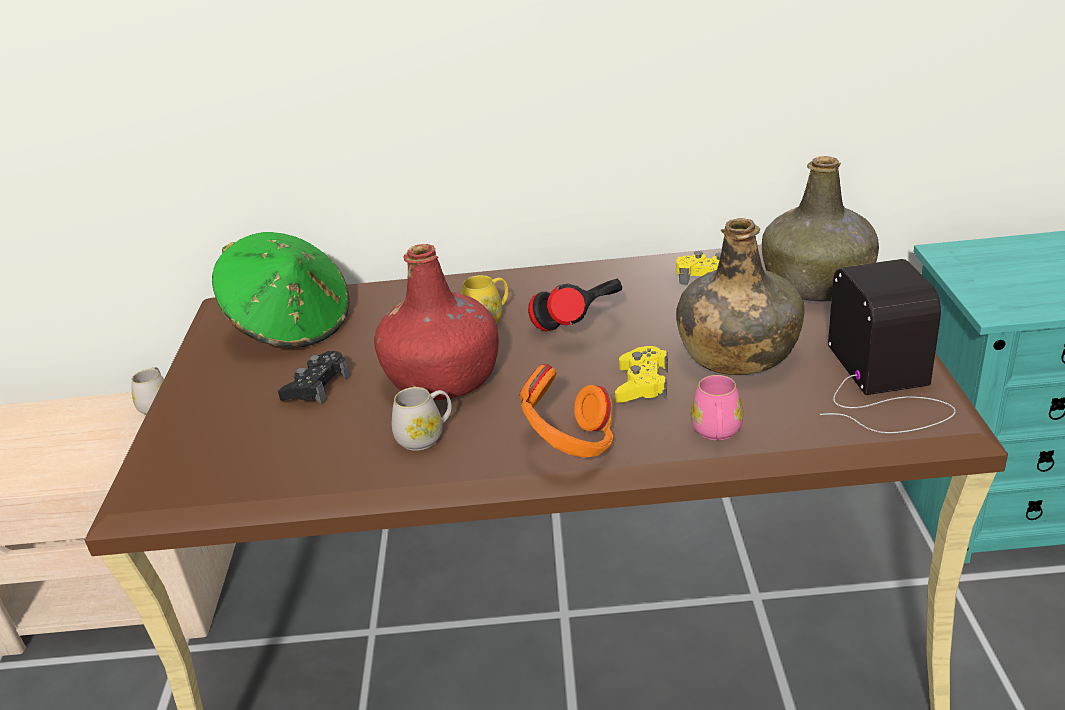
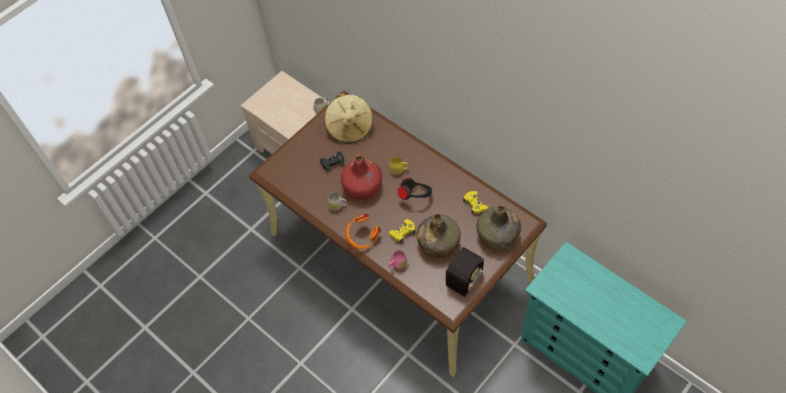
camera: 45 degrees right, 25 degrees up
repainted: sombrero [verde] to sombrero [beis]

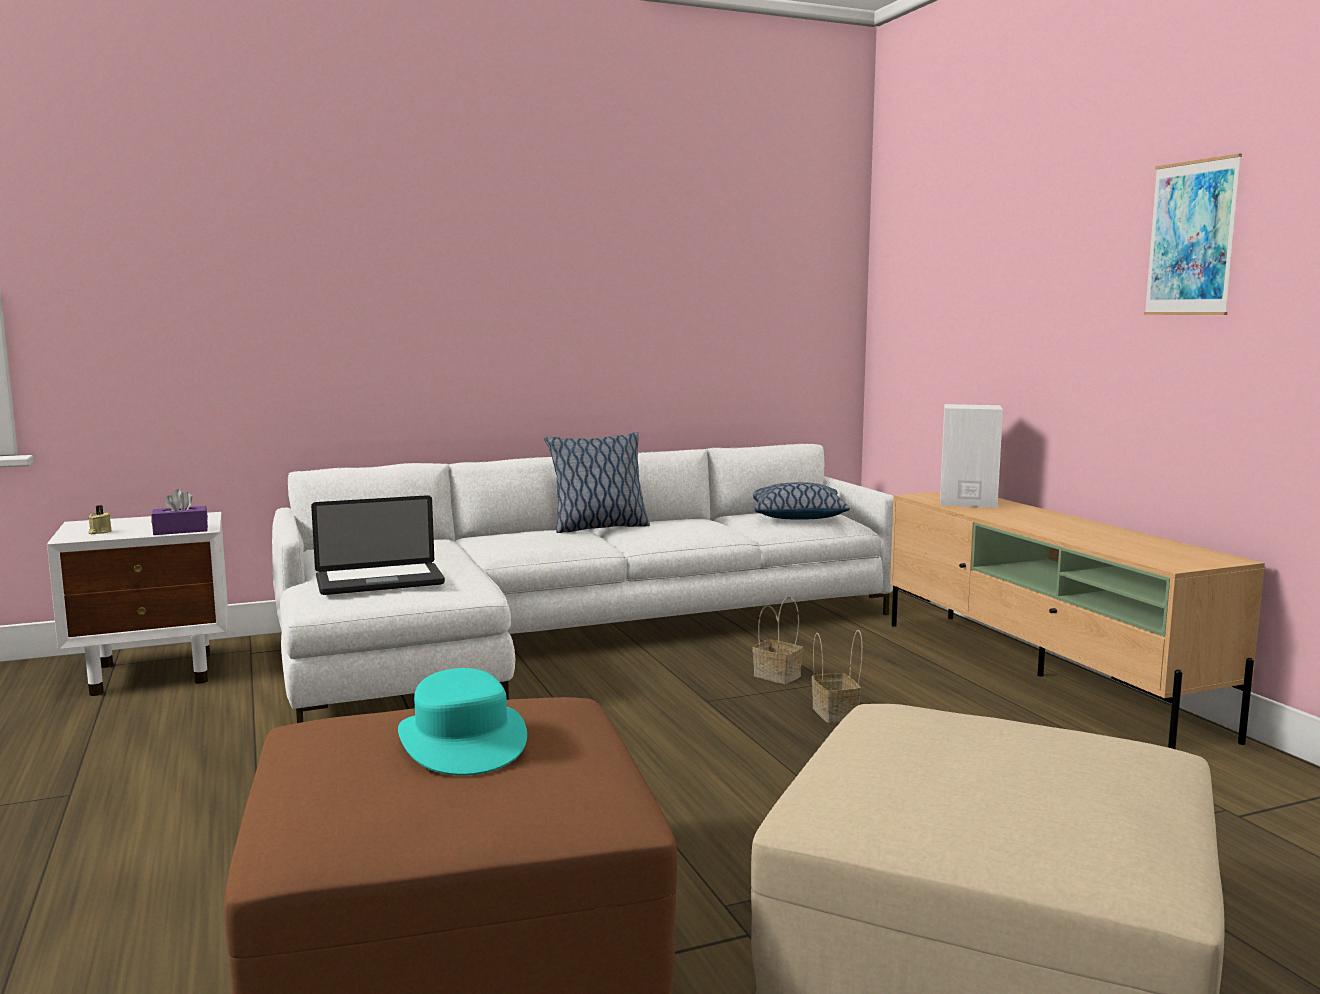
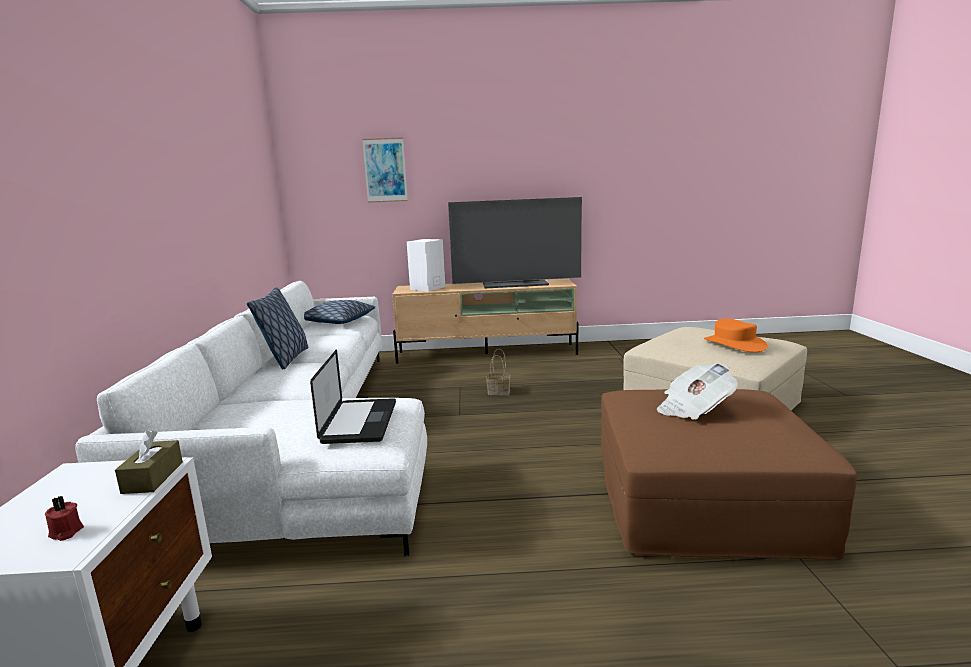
camera: 70 degrees left, 5 degrees up
gone: cesta (no. 1 from left)
new: televisor; sombrero [naranja]
shifted: cuadro
swapped: sombrero [turquesa] to periódico
repainted: vela [beis] to vela [rojo]; caja de pañuelos [morado] to caja de pañuelos [marrón]

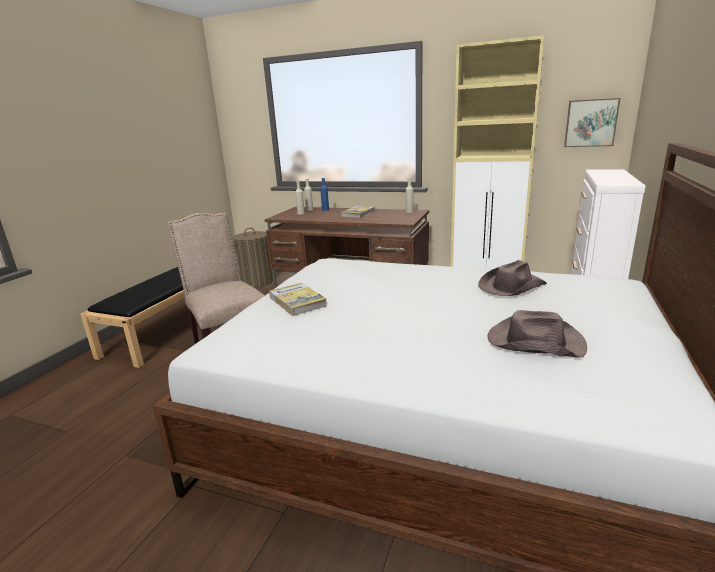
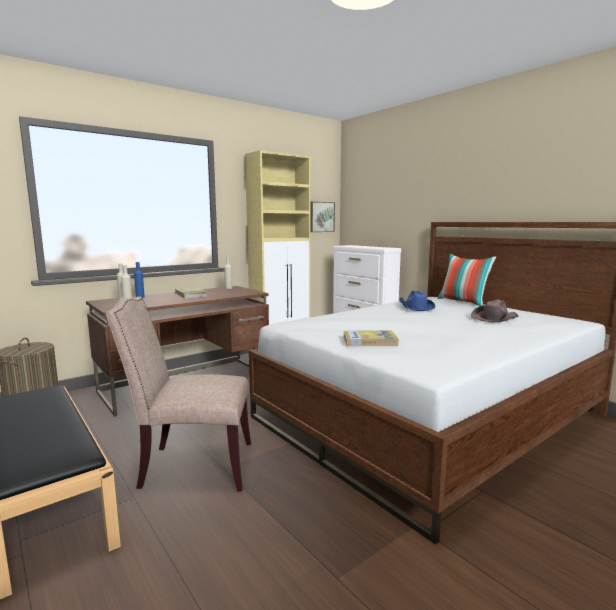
camera: 60 degrees left, 10 degrees down
new: cojín
repainted: sombrero [marrón] (no. 1 from left) to sombrero [azul]

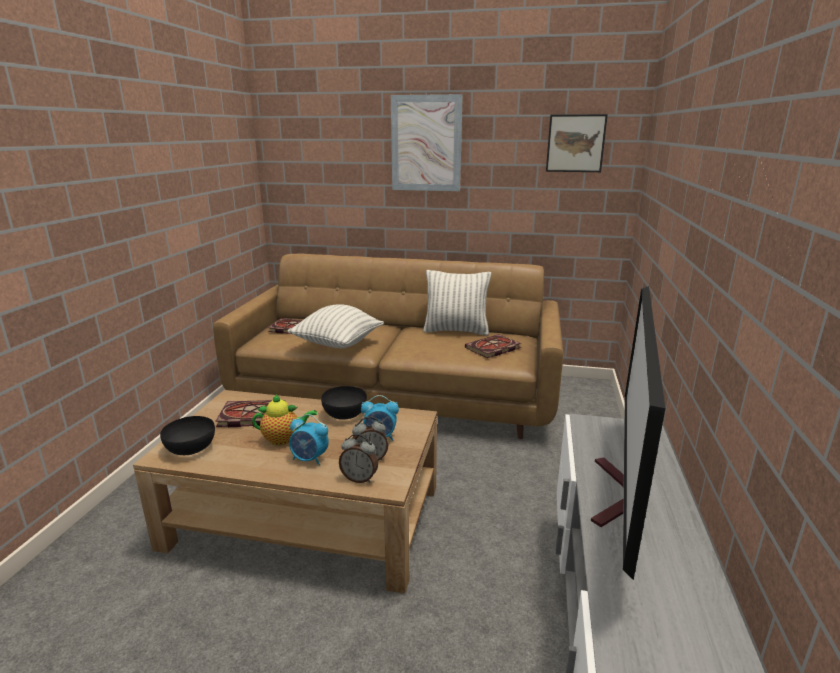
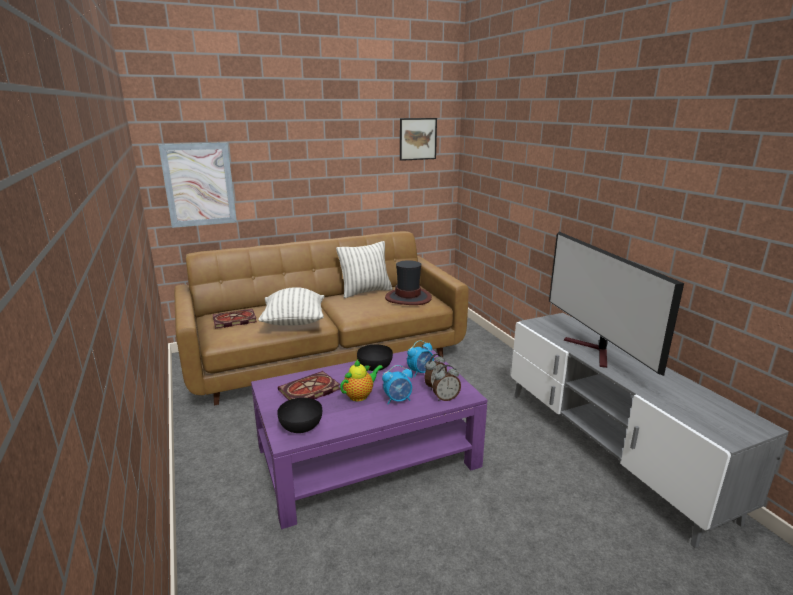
camera: 35 degrees left, 0 degrees up
shifted: cuadro (no. 1 from left)
swapped: libro (no. 3 from left) to sombrero
repainted: mesa de centro [marrón] to mesa de centro [morado]

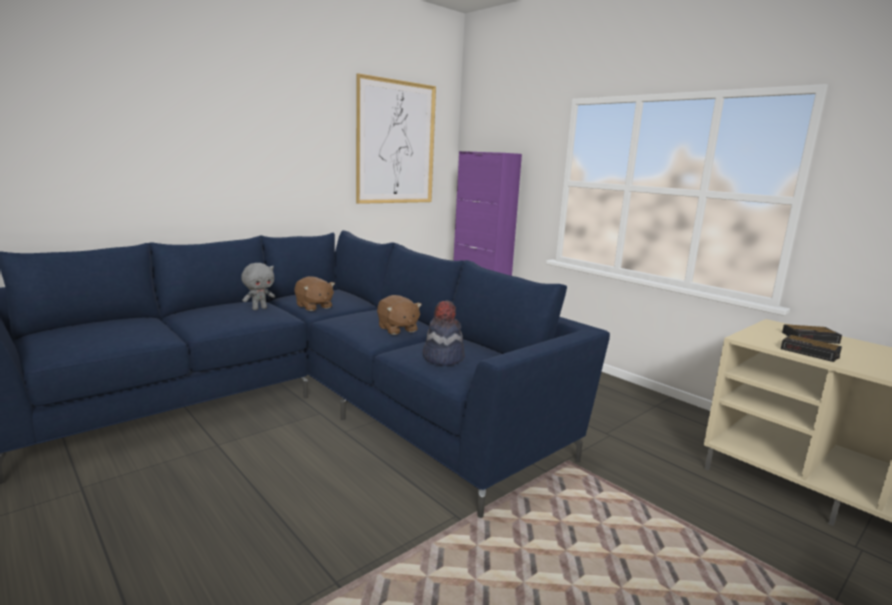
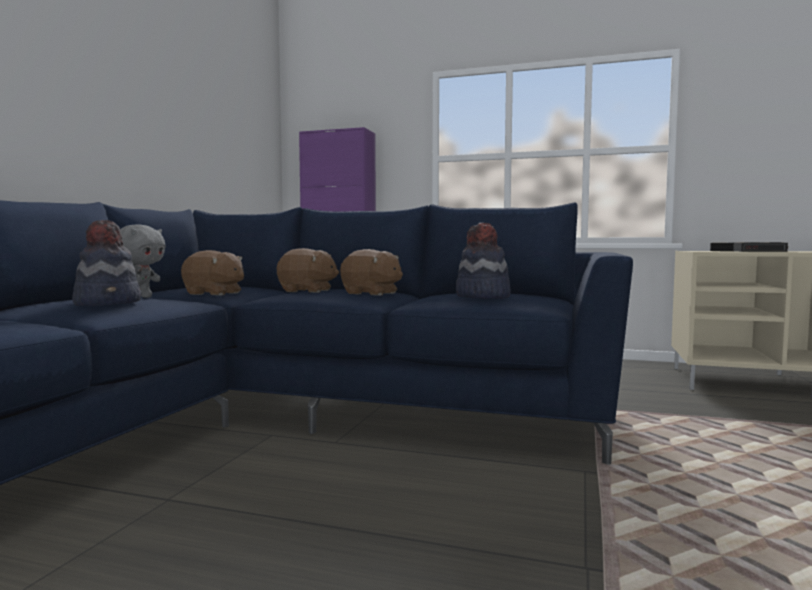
camera: 30 degrees left, 10 degrees down
gone: cuadro
new: sombrero (no. 1 from left); peluche [marrón] (no. 2 from left)

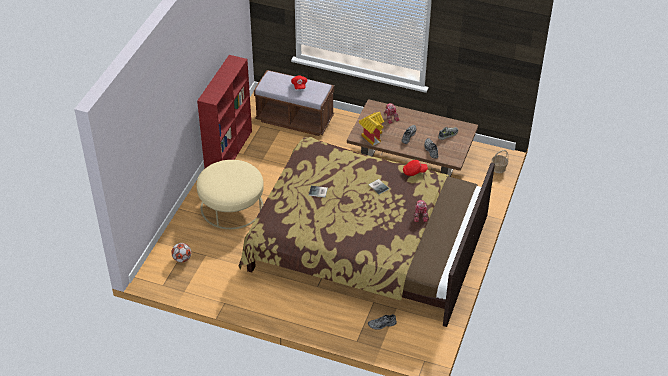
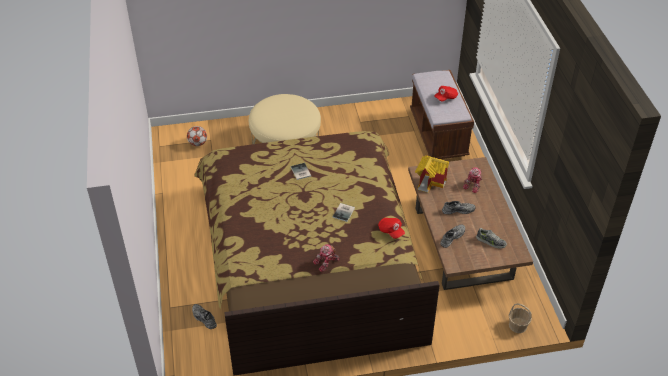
camera: 60 degrees right, 0 degrees up
gone: estantería [rojo]

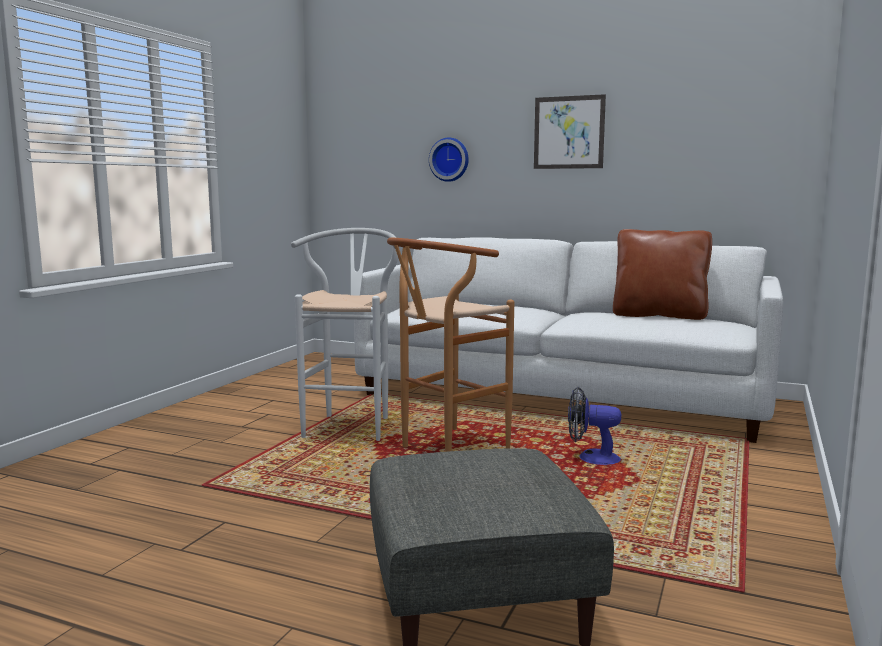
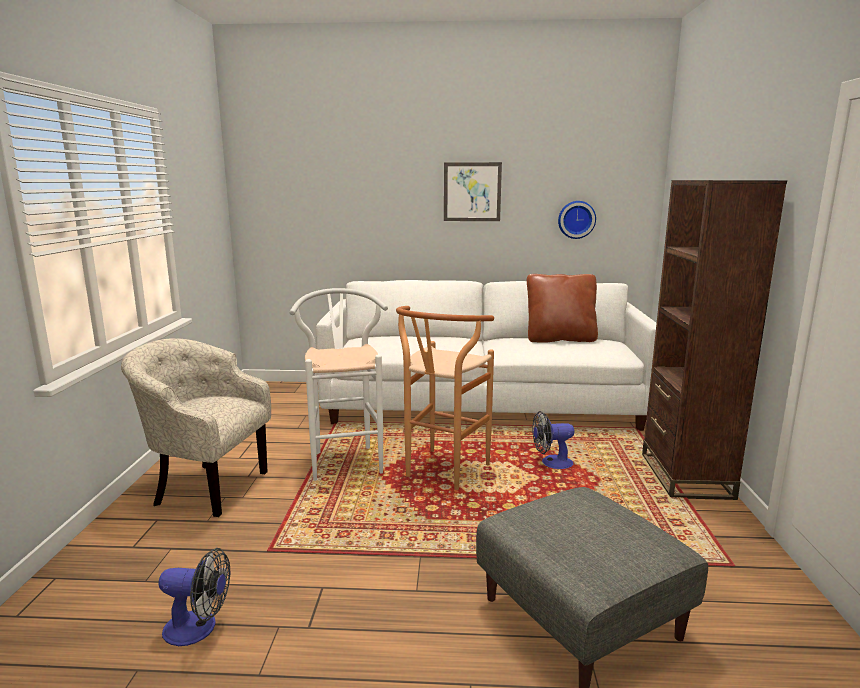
camera: 20 degrees left, 5 degrees up
new: sillón [beis]; ventilador (no. 1 from left); estantería [marrón]
shifted: reloj de pared

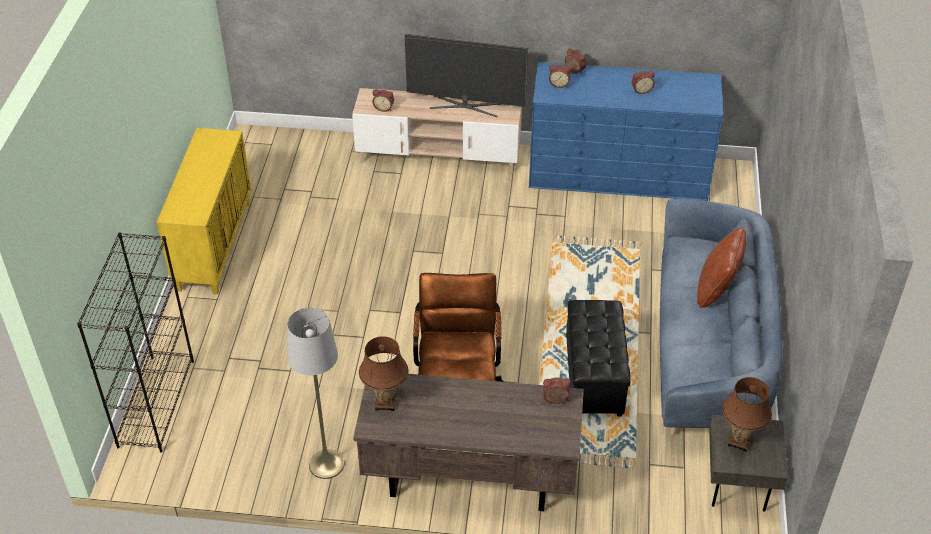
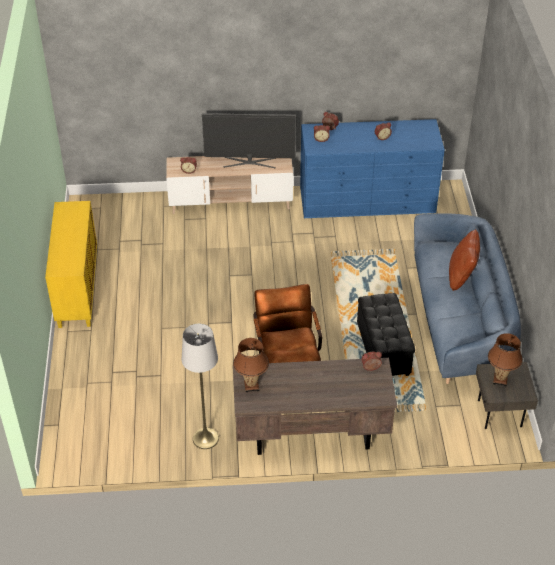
camera: 10 degrees left, 0 degrees up
gone: estantería [negro]

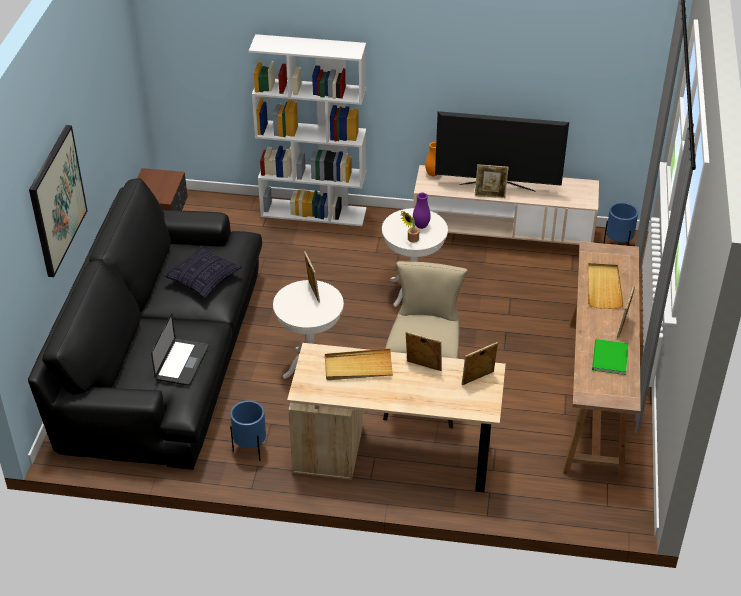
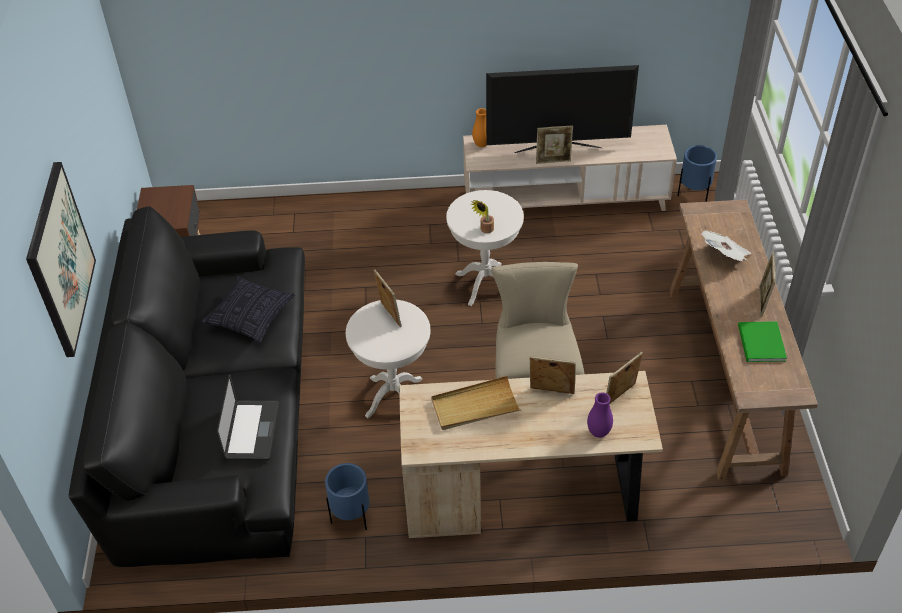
camera: 10 degrees left, 5 degrees up
gone: estantería [blanco]
shifted: florero [morado]
swapped: bandeja [beis] (no. 2 from left) to periódico

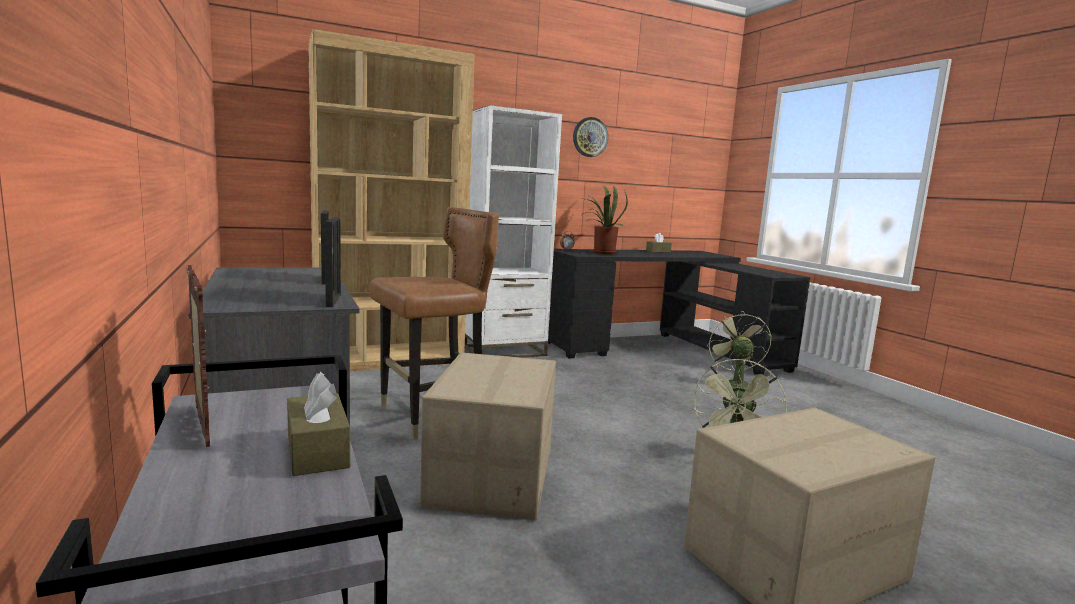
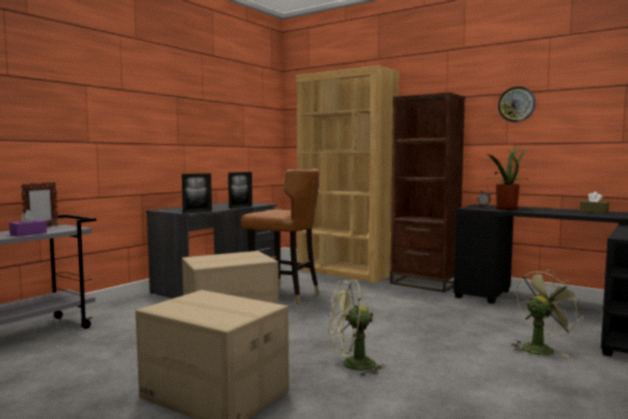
camera: 60 degrees right, 5 degrees down
repainted: caja de pañuelos [marrón] (no. 1 from left) to caja de pañuelos [morado]; estantería [blanco] to estantería [marrón] (no. 2 from left)

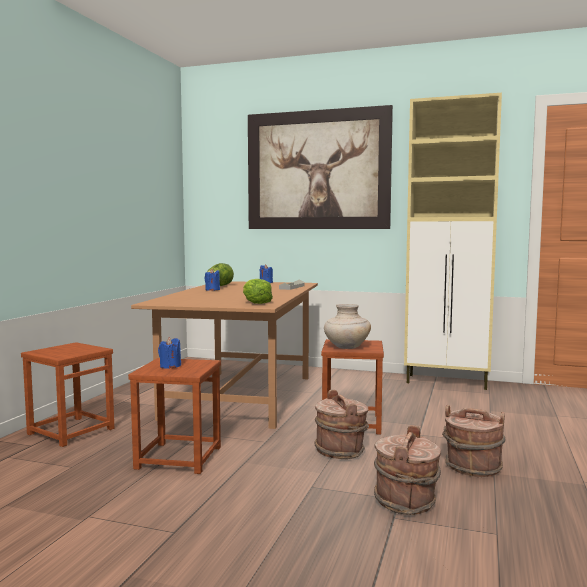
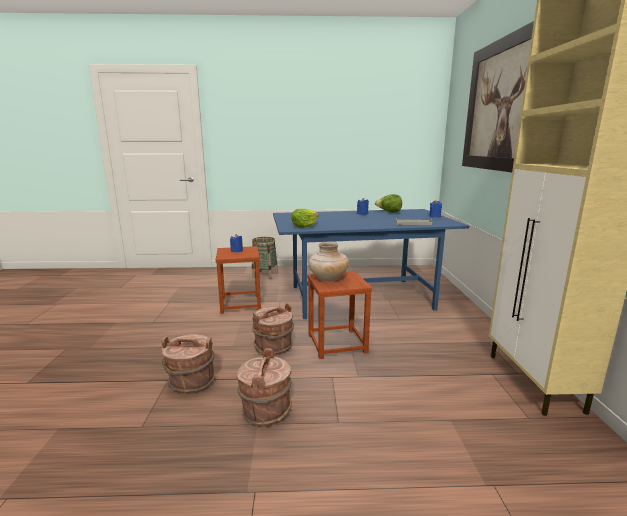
camera: 70 degrees right, 10 degrees up
swapped: taburete [marrón] (no. 1 from left) to cesta
repainted: mesa de comedor [marrón] to mesa de comedor [azul]

